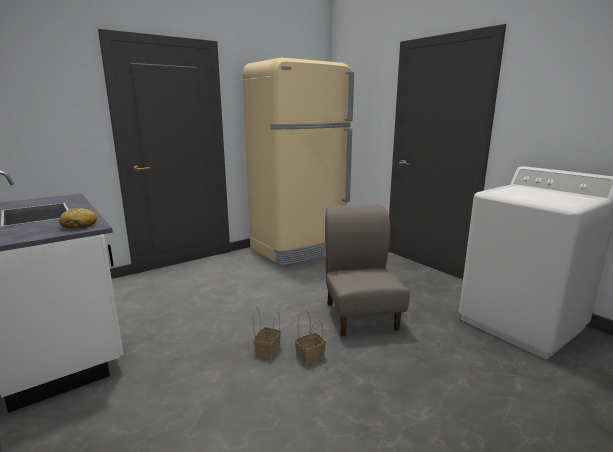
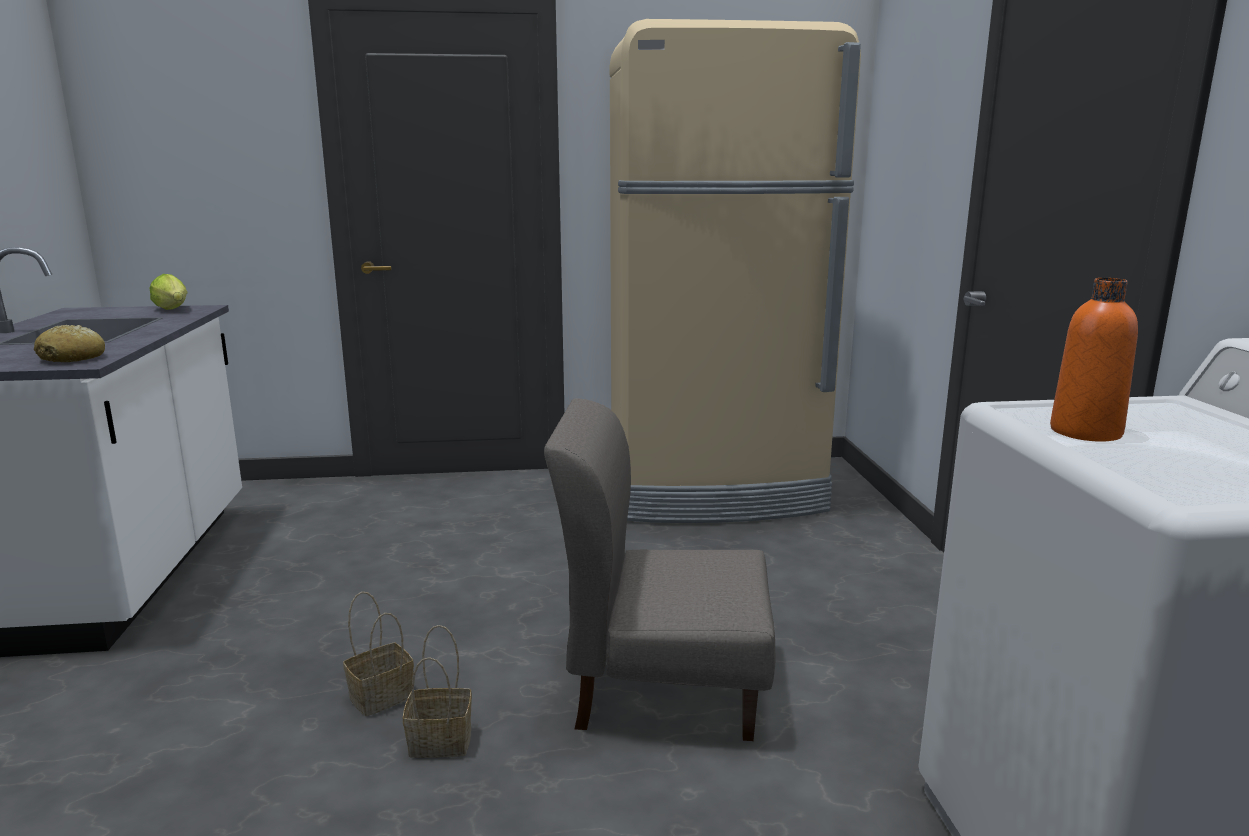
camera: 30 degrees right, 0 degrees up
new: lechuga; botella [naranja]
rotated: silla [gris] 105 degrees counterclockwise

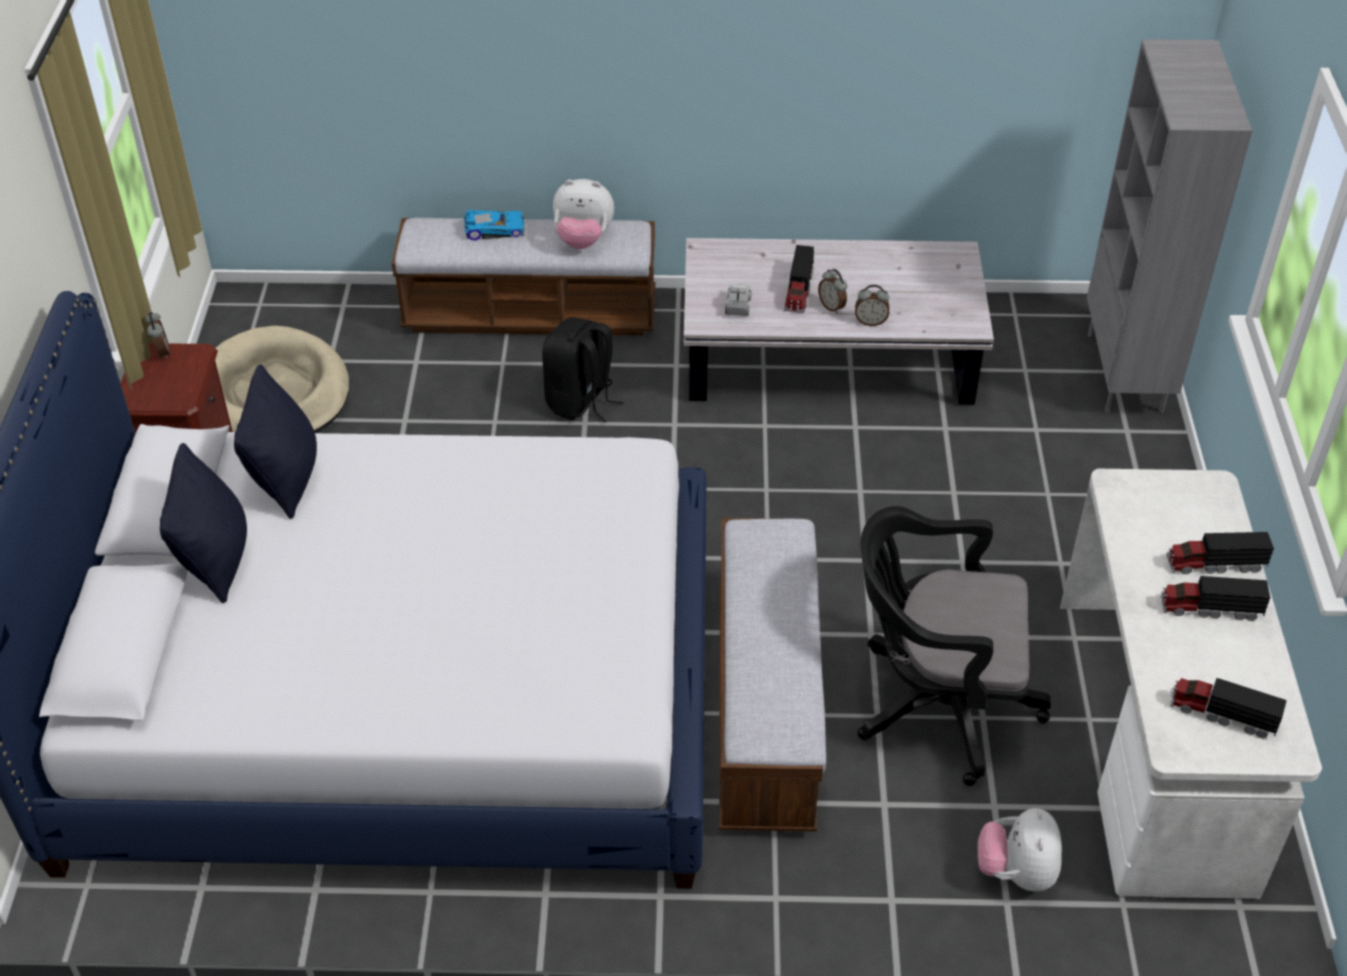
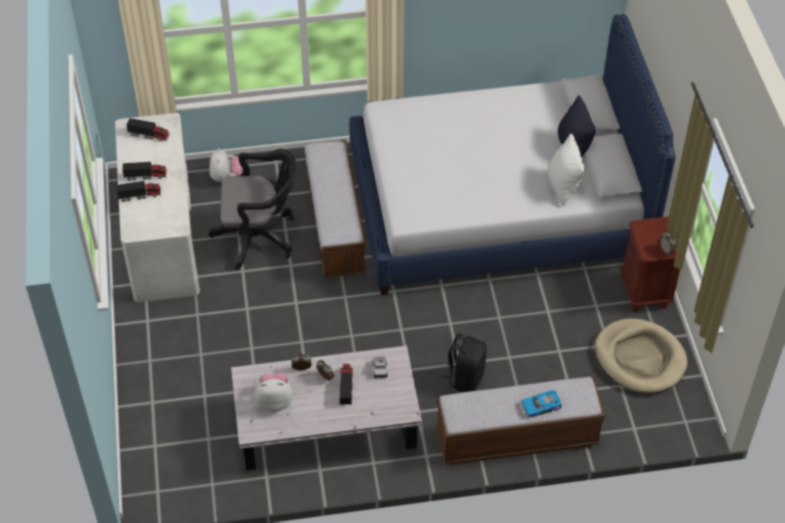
camera: 170 degrees right, 5 degrees up
gone: estantería [gris]
shifted: peluche (no. 1 from left in the first image) to peluche (no. 2 from left)
repainted: cojín [negro] (no. 2 from left) to cojín [blanco]

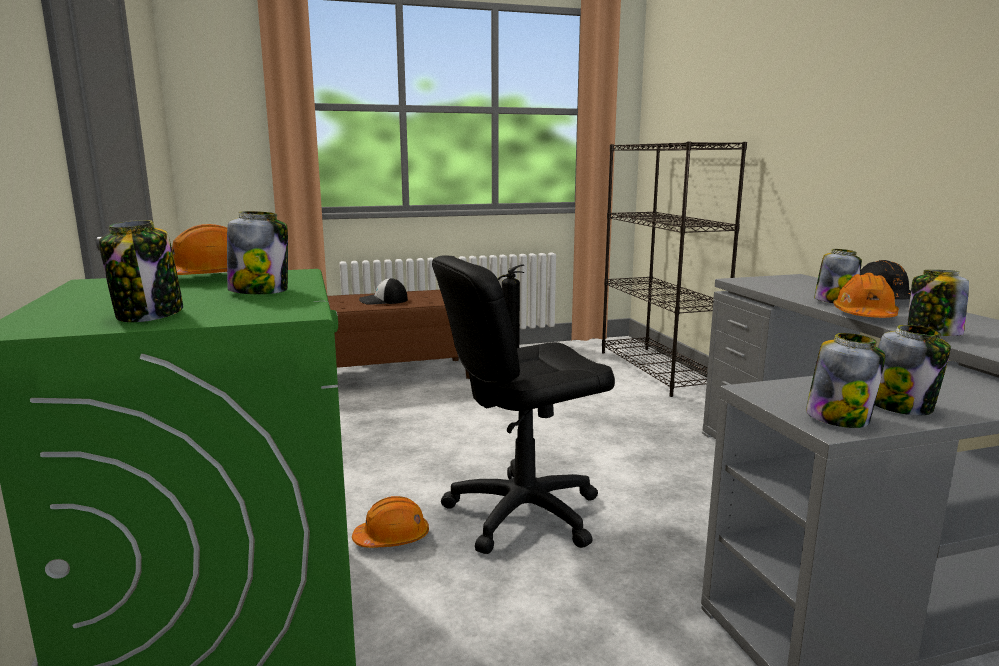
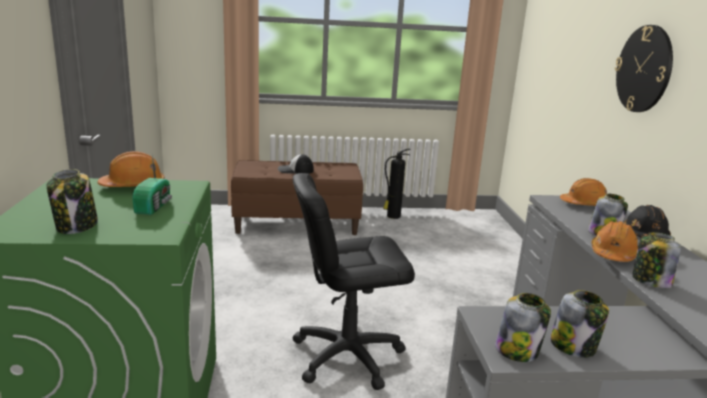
camera: 10 degrees right, 5 degrees up
gone: estantería [negro]
new: reloj de pared
shifted: casco [naranja] (no. 2 from left)
swapped: tarro (no. 2 from left) to radio

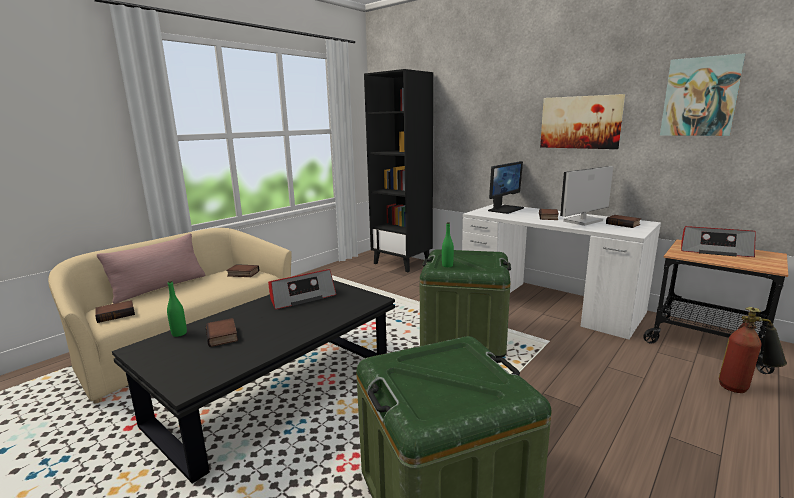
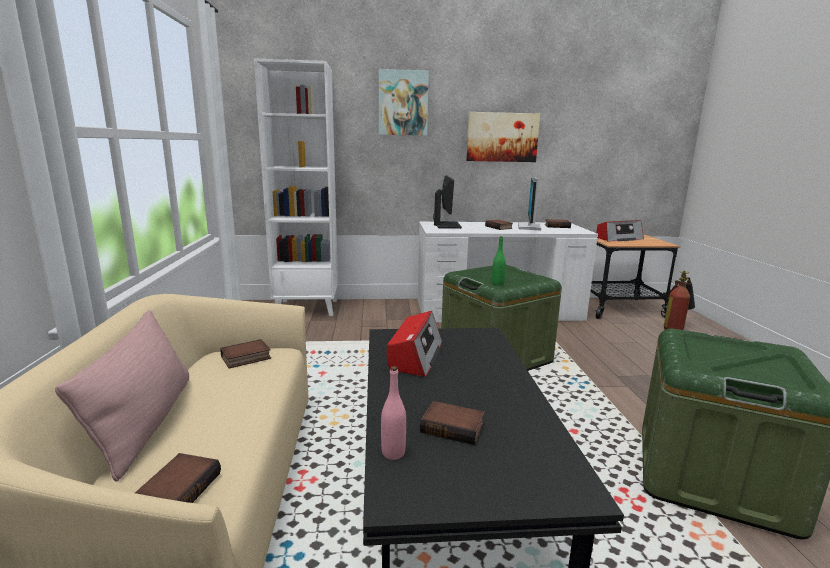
camera: 45 degrees left, 0 degrees up
shifted: cuadro (no. 2 from left in the first image) to cuadro (no. 1 from left)
repainted: botella [verde] (no. 1 from left) to botella [rosa]; estantería [negro] to estantería [blanco]

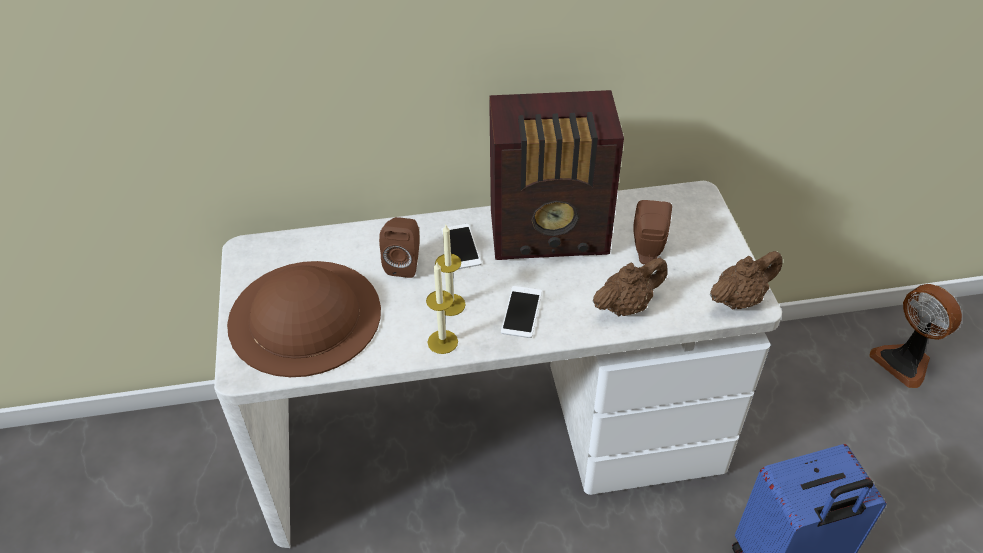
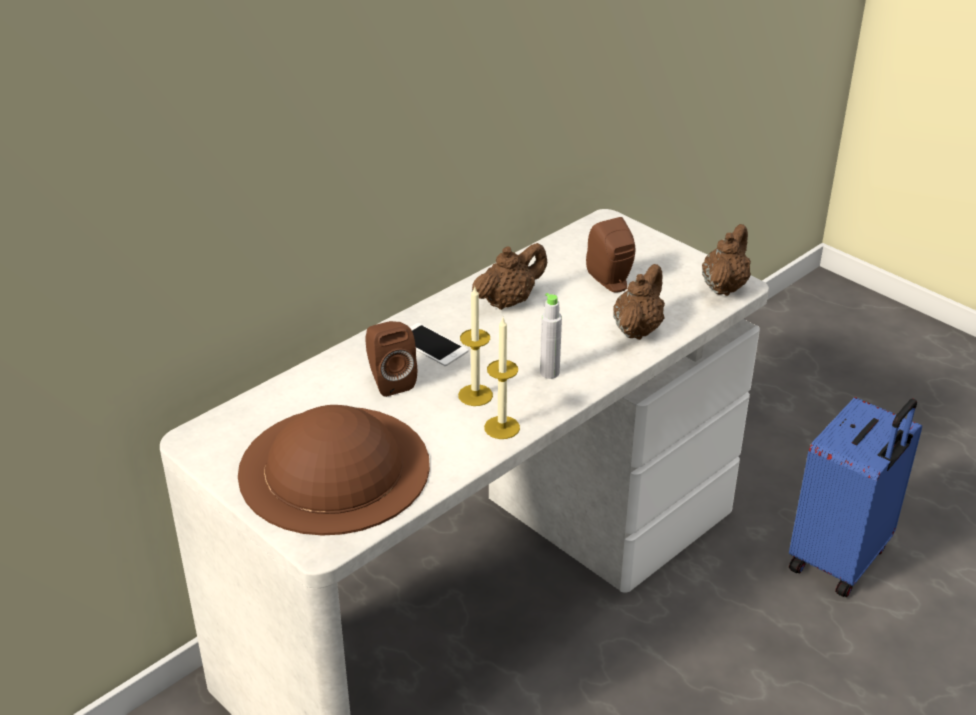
camera: 35 degrees left, 10 degrees down
gone: ventilador
swapped: radio to tetera [marrón] (no. 1 from left); móvil (no. 2 from left) to botella [gris]

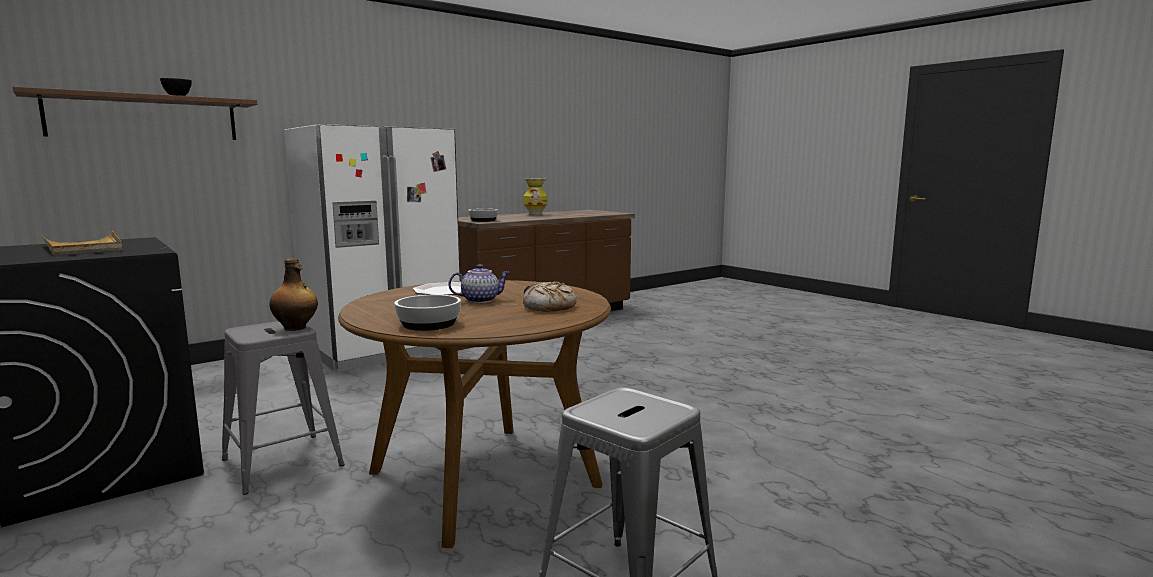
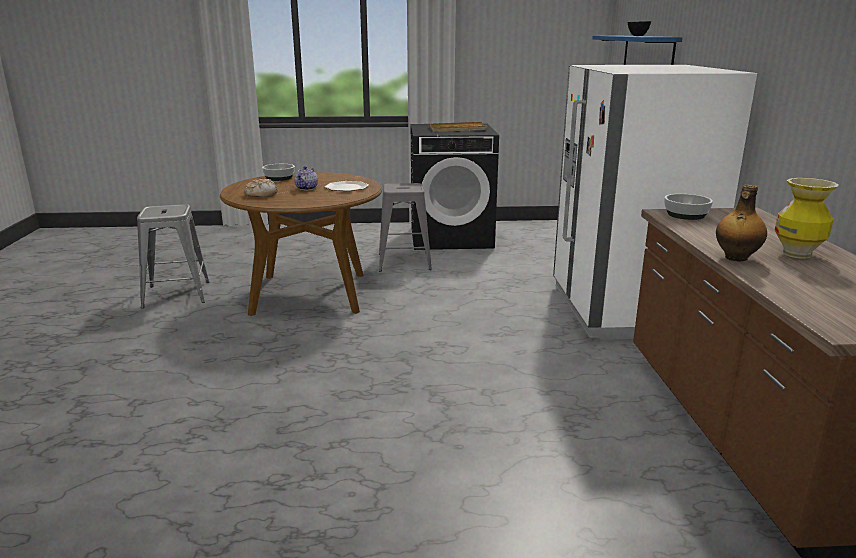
camera: 125 degrees right, 10 degrees up
shifted: botella
repainted: estante [marrón] to estante [azul]

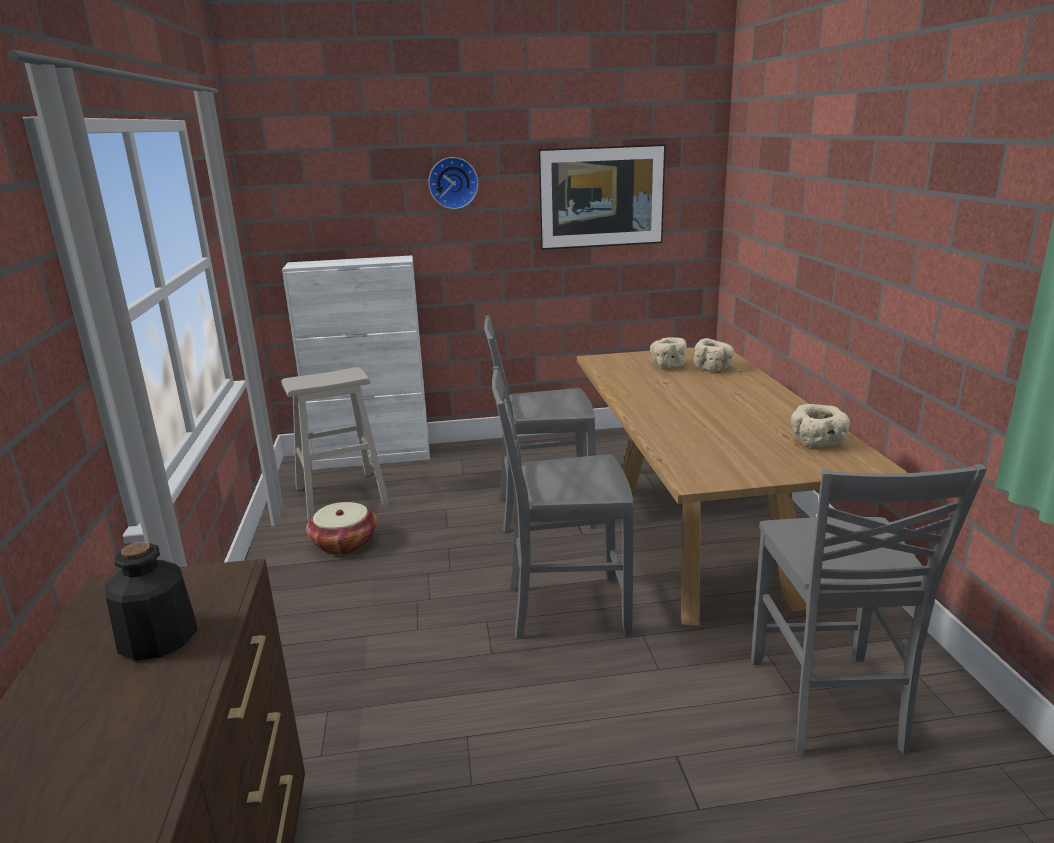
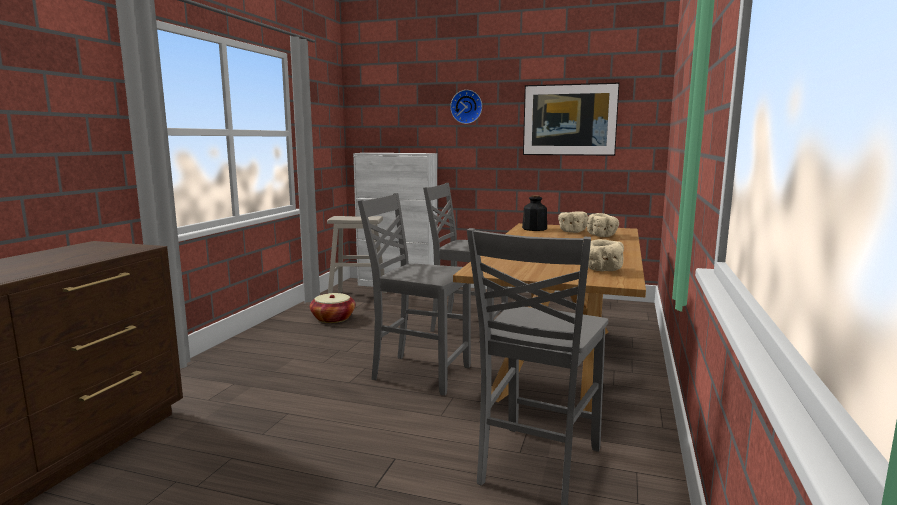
camera: 25 degrees right, 10 degrees down
shifted: botella

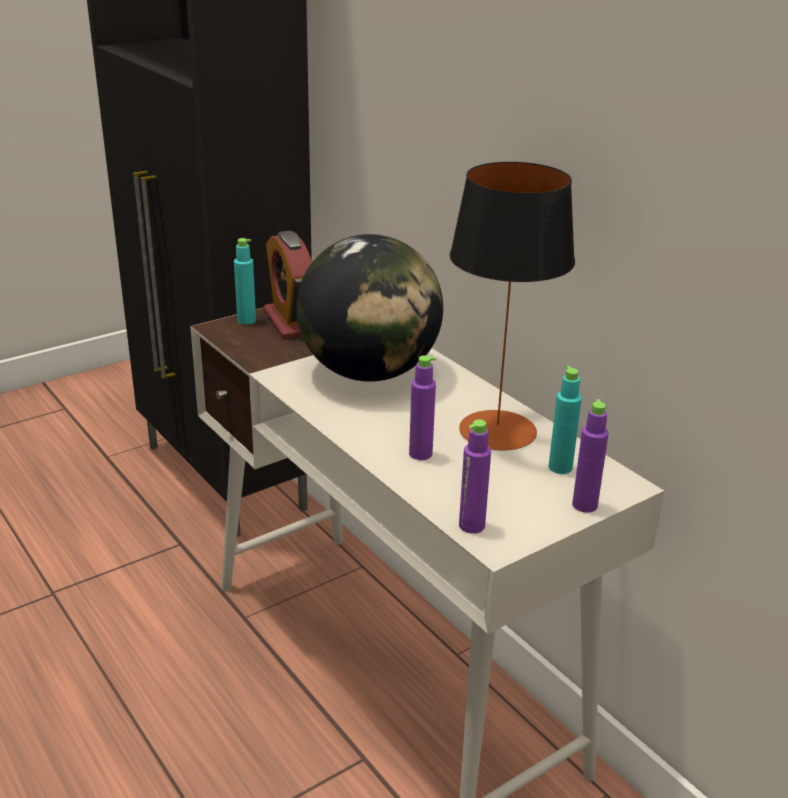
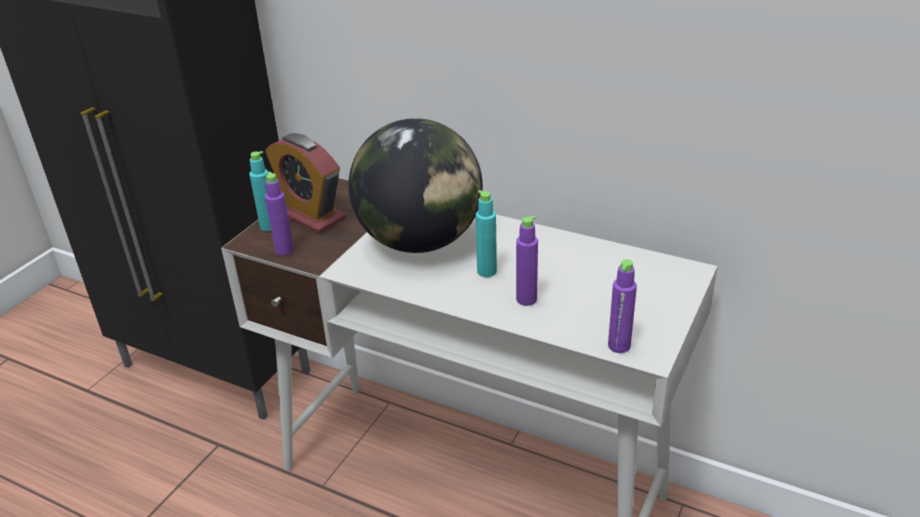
camera: 25 degrees left, 5 degrees up
gone: lámpara de mesa
shifted: botella [turquesa] (no. 2 from left); botella [morado] (no. 3 from left in the first image) to botella [morado] (no. 1 from left)

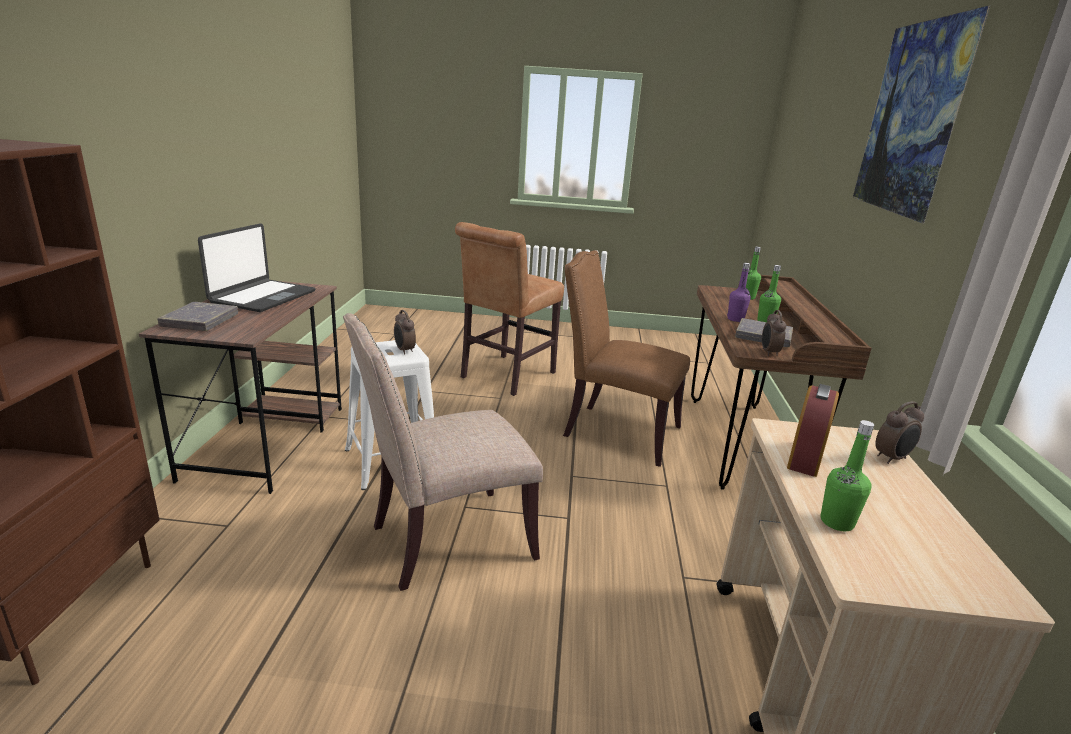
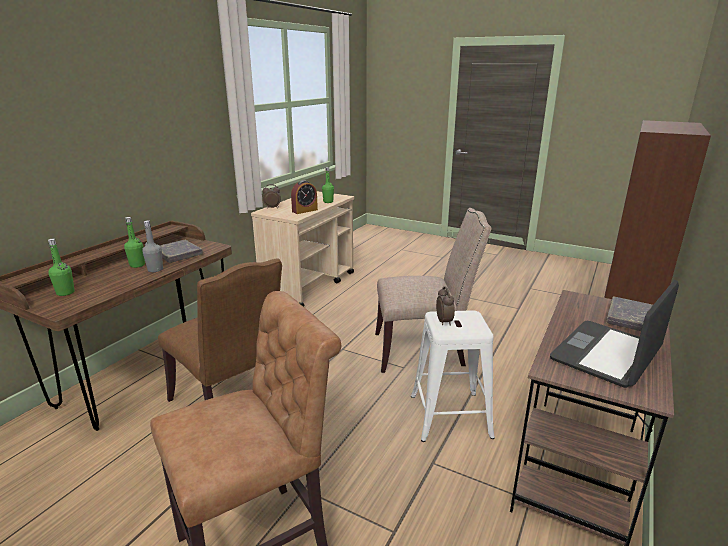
camera: 155 degrees left, 0 degrees up
gone: despertador (no. 2 from left); cuadro
repainted: botella [morado] to botella [gris]

